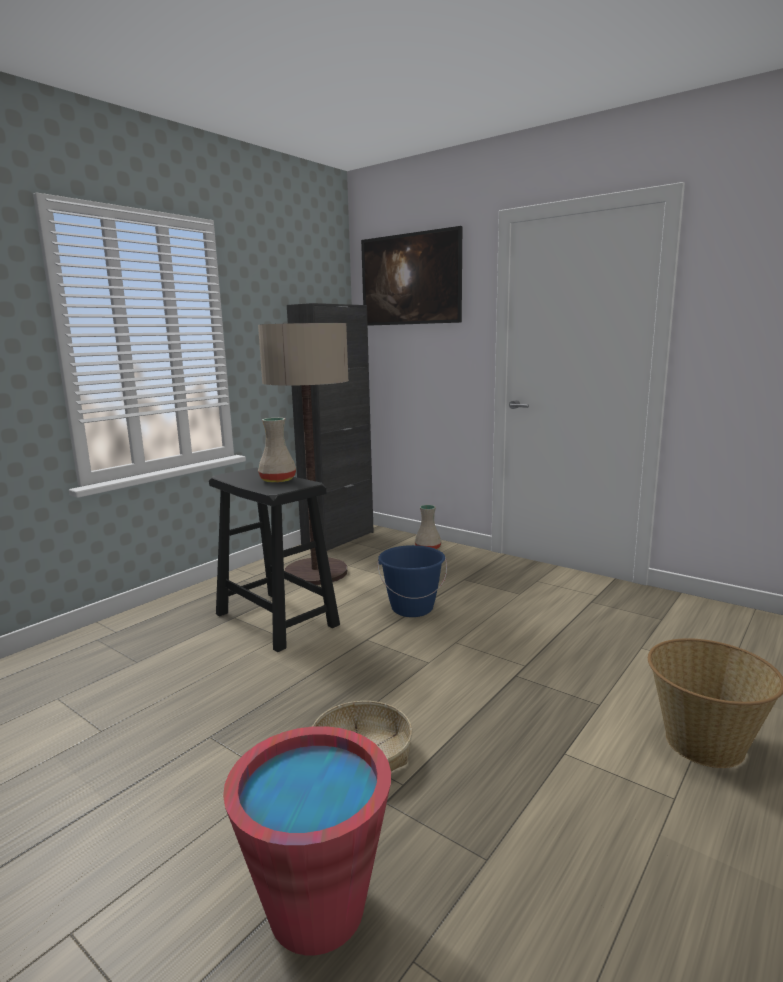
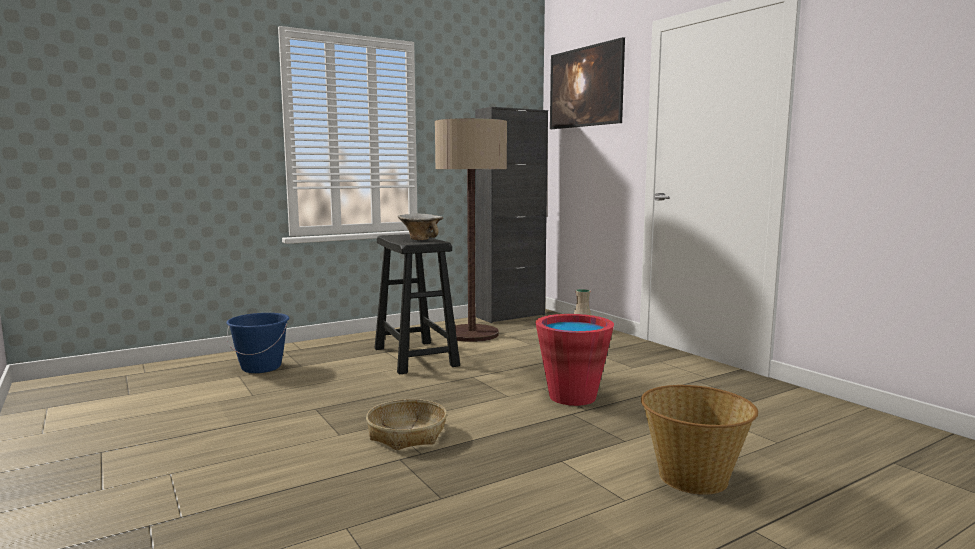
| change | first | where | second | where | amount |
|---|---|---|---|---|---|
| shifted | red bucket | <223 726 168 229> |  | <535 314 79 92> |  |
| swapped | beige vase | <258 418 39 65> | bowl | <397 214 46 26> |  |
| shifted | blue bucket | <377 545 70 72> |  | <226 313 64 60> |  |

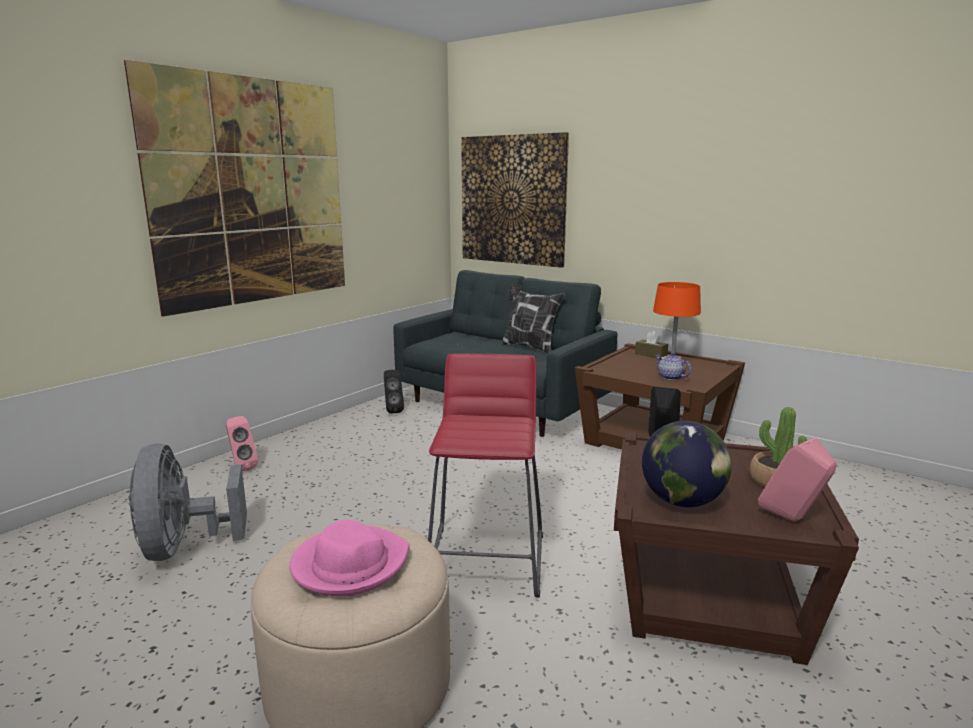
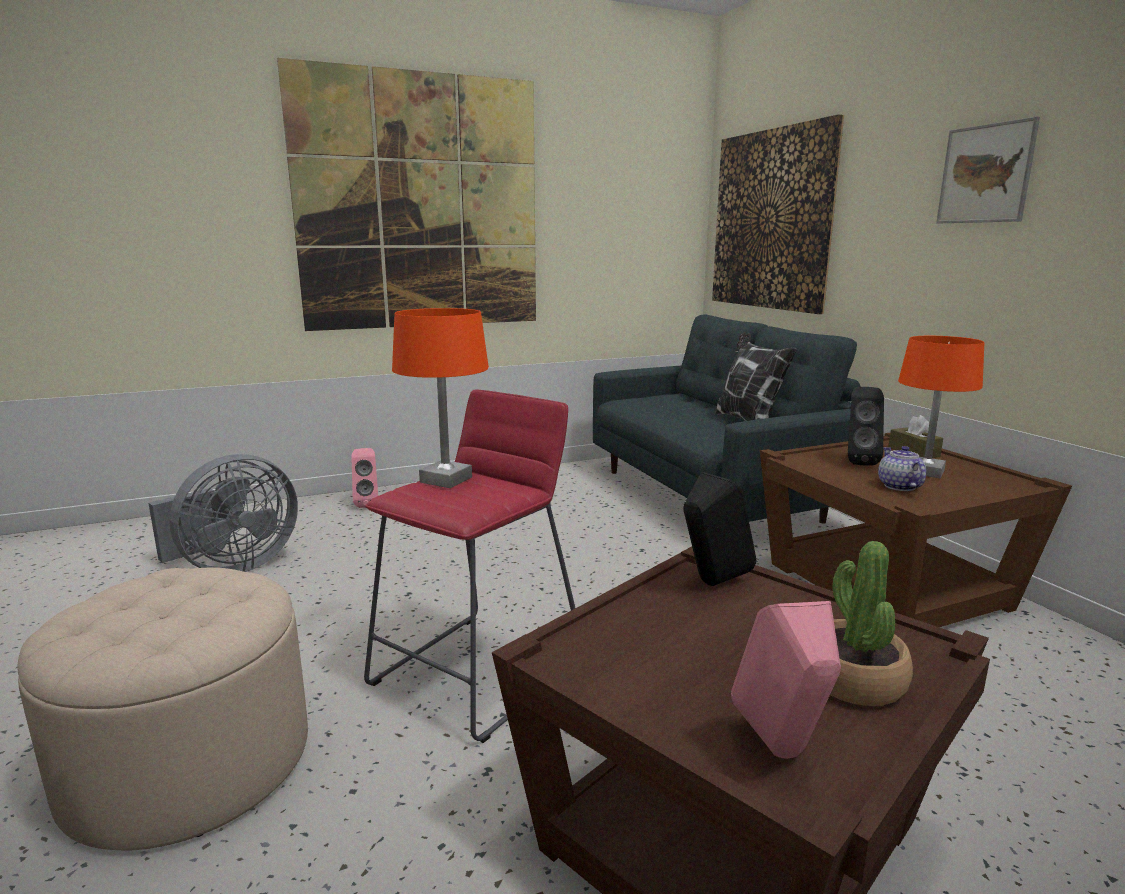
| change | first | where | second | where | amount |
|---|---|---|---|---|---|
| rotated | grey fan | <129 443 118 118> |  | <148 454 150 118> | 150 degrees counterclockwise |
| gone | pink hat | <289 520 121 76> |  |  |  |
| shifted | black speaker | <384 370 20 44> |  | <848 387 36 79> |  |
| gone | globe | <642 421 90 86> |  |  |  |
| new |  |  | orange table lamp | <392 308 97 180> |  |
| new |  |  | picture | <936 117 104 106> |  |

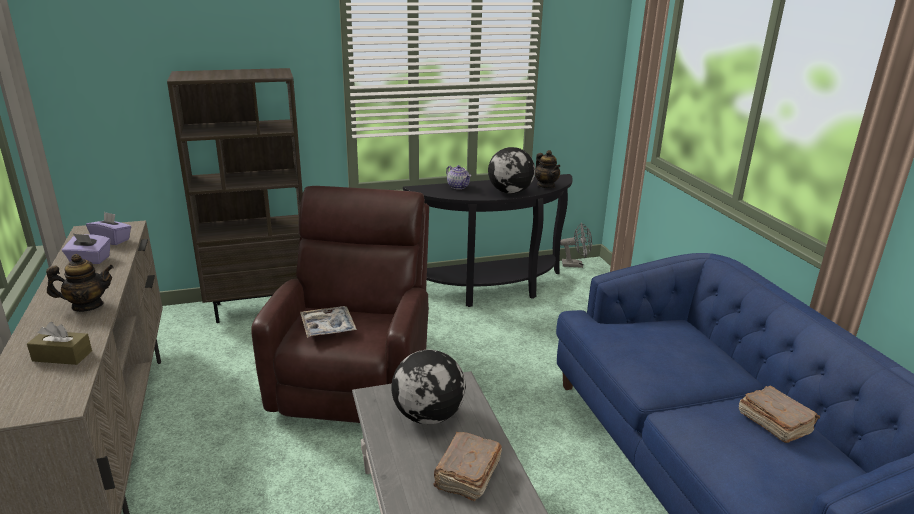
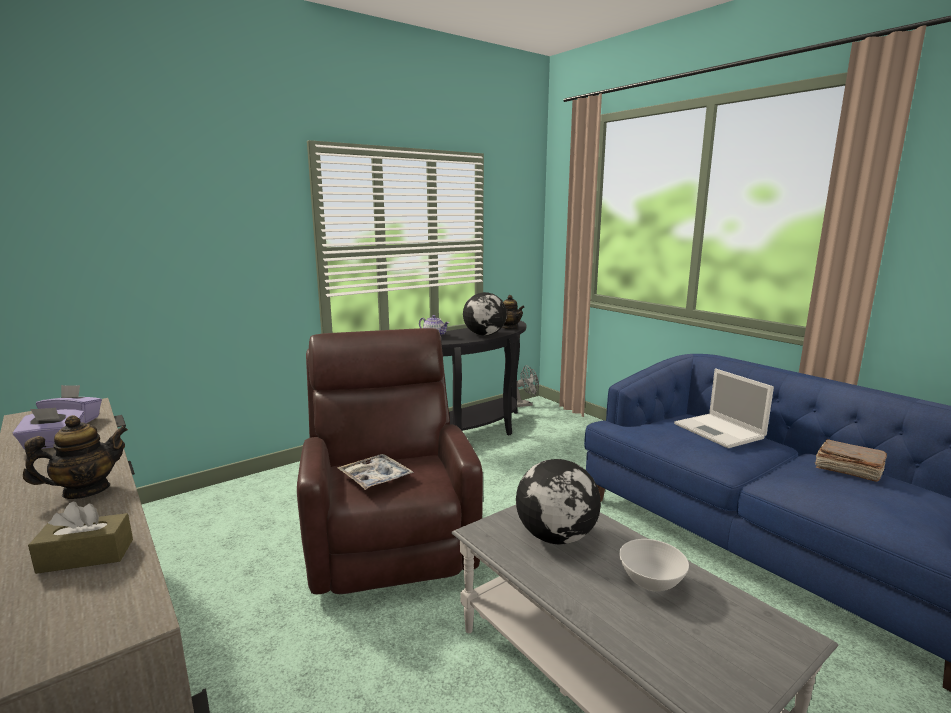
| change | first | where | second | where | amount |
|---|---|---|---|---|---|
| gone | brown bookcase | <167 68 136 255> |  |  |  |
| swapped | brown book | <434 432 68 69> | white bowl | <619 539 70 52> |  |
| new |  |  | laptop | <674 368 100 80> |  |

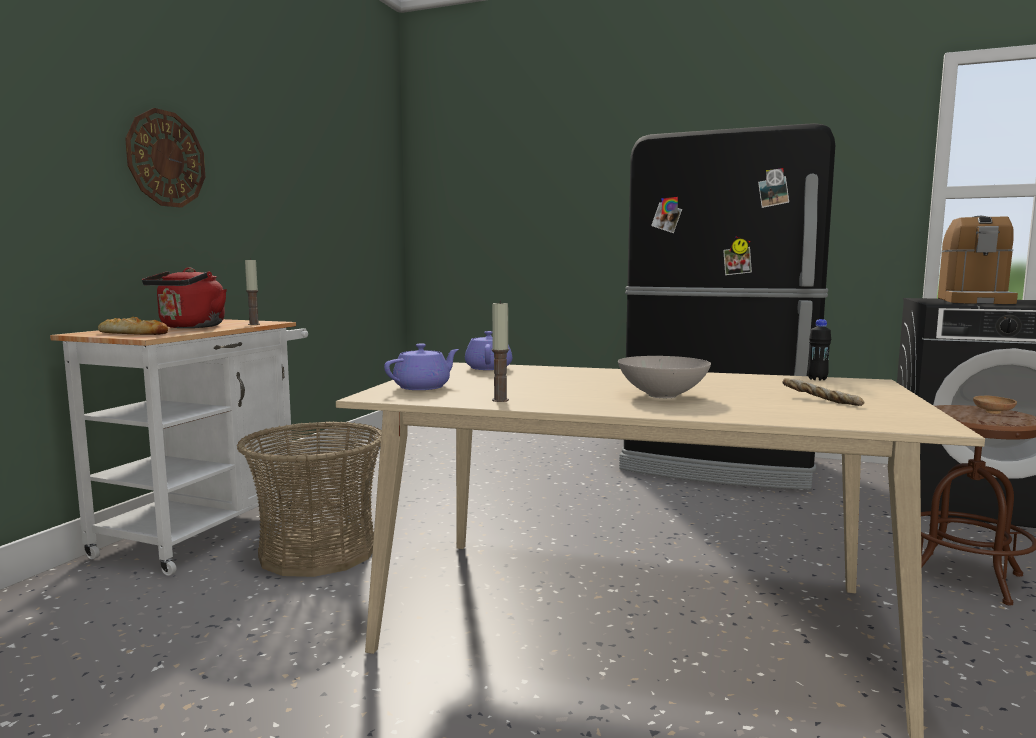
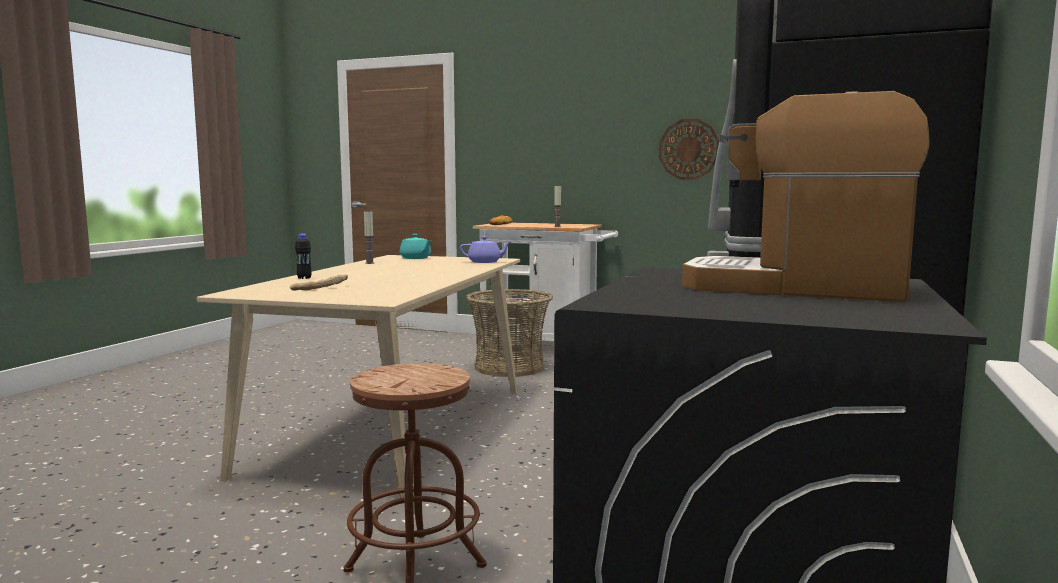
| change | first | where | second | where | amount |
|---|---|---|---|---|---|
| shifted | wall clock | <125 108 80 100> |  | <659 119 61 61> |  |
| gone | red kettle | <142 267 85 61> |  |  |  |
| repainted | purple teapot | <384 344 75 46> | turquoise teapot | <400 234 31 25> |  |
| gone | white bowl | <618 356 93 42> |  |  |  |
| shifted | black bottle | <808 319 23 62> |  | <295 233 17 46> |  |
| gone | brown bowl | <973 396 44 18> |  |  |  |

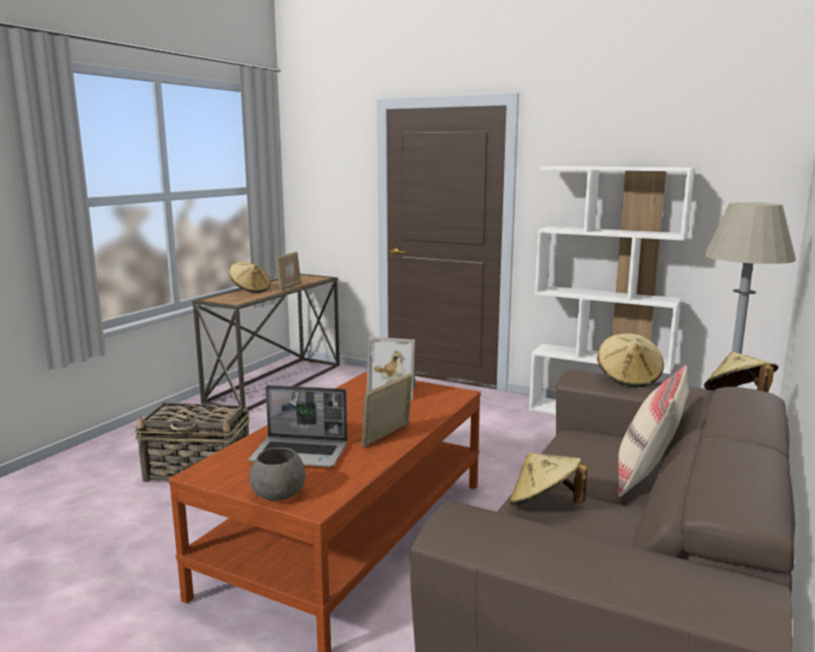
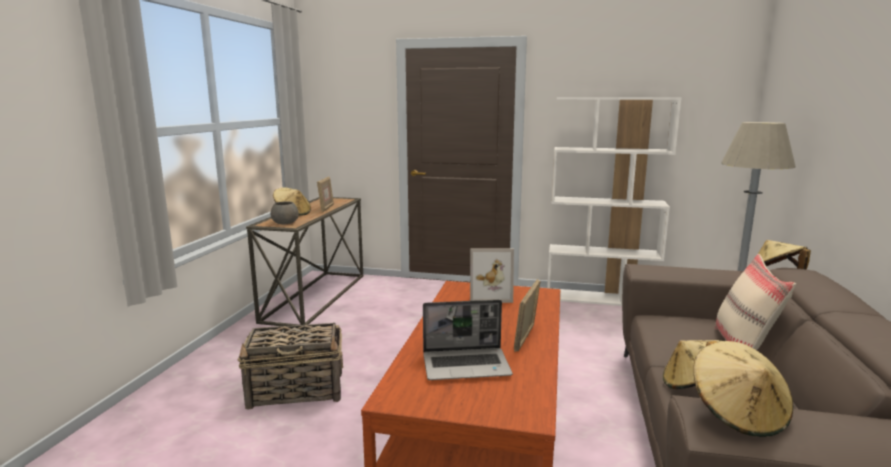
| change | first | where | second | where | amount |
|---|---|---|---|---|---|
| shifted | grey bowl | <250 447 56 54> |  | <271 201 28 23> |  |
| shifted | beige hat | <597 333 67 54> |  | <694 341 100 96> |  |

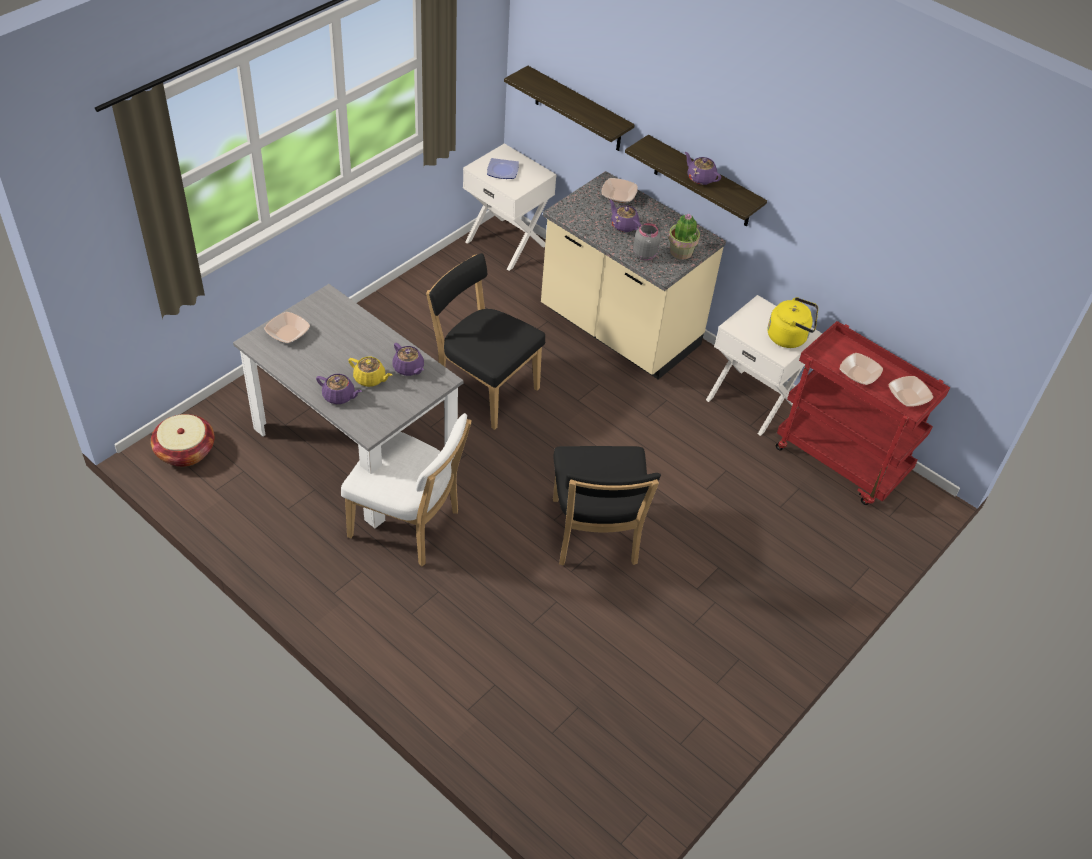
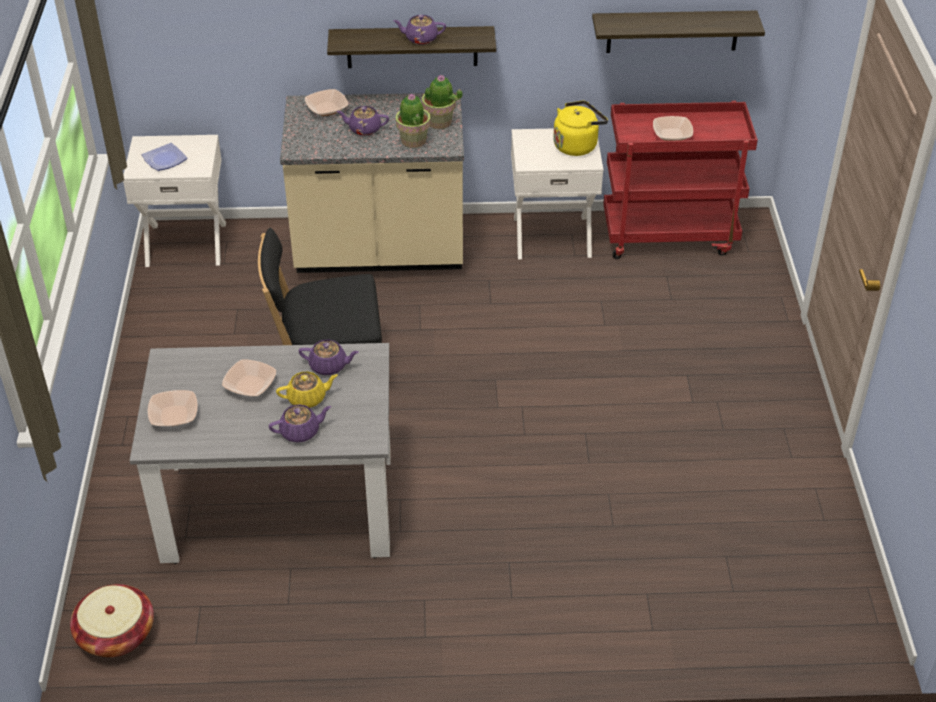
| change | first | where | second | where | amount |
|---|---|---|---|---|---|
| gone | white chair | <341 413 131 153> |  |  |  |
| shifted | shelf | <504 66 131 85> |  | <592 10 173 43> |  |
| gone | black chair | <553 446 108 119> |  |  |  |
| swapped | grey jar | <633 223 27 37> | potted plant | <396 94 34 54> |  |
| shifted | bowl | <888 376 45 31> |  | <222 360 54 36> |  |

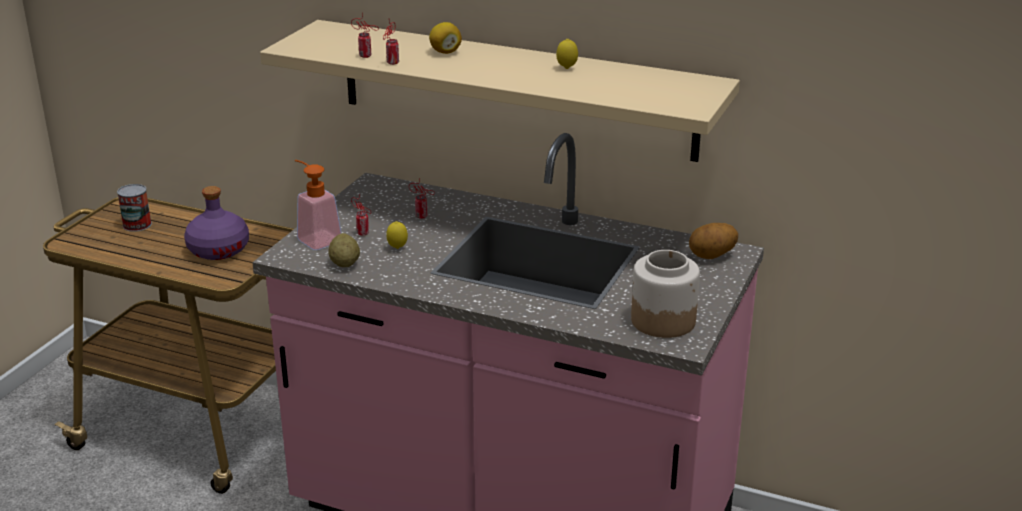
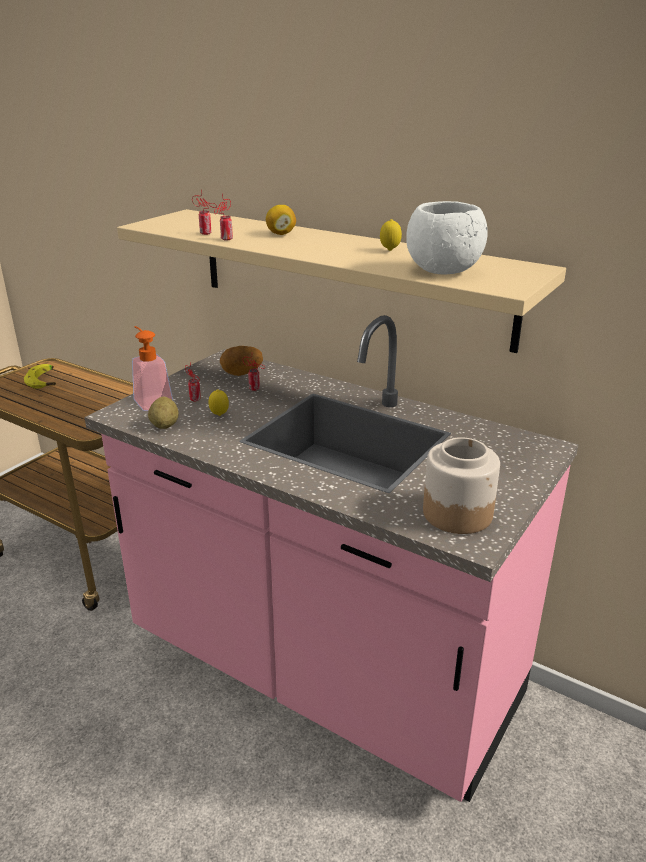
| change | first | where | second | where | amount |
|---|---|---|---|---|---|
| swapped | can | <117 184 35 48> | banana | <24 364 32 25> |  |
| gone | purple bottle | <184 186 65 74> |  |  |  |
| shifted | potato | <689 223 49 36> |  | <220 346 43 30> |  |
| new |  |  | white bowl | <406 201 82 74> |  |

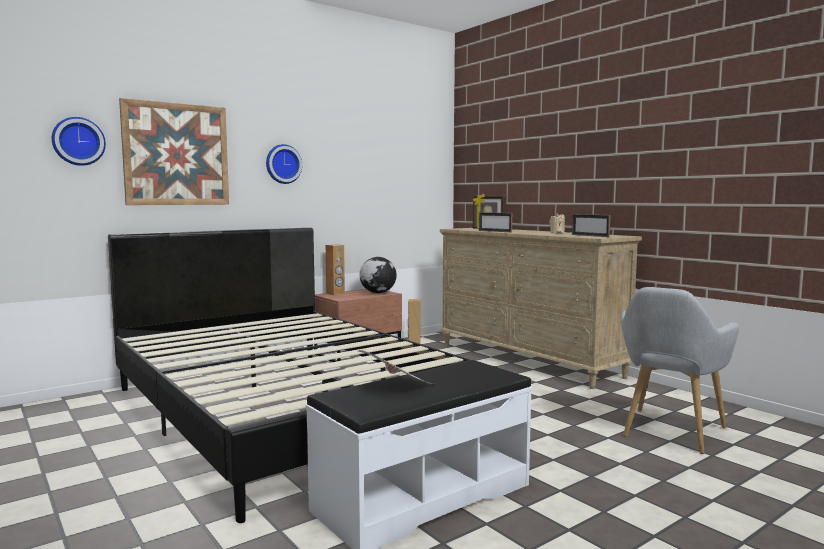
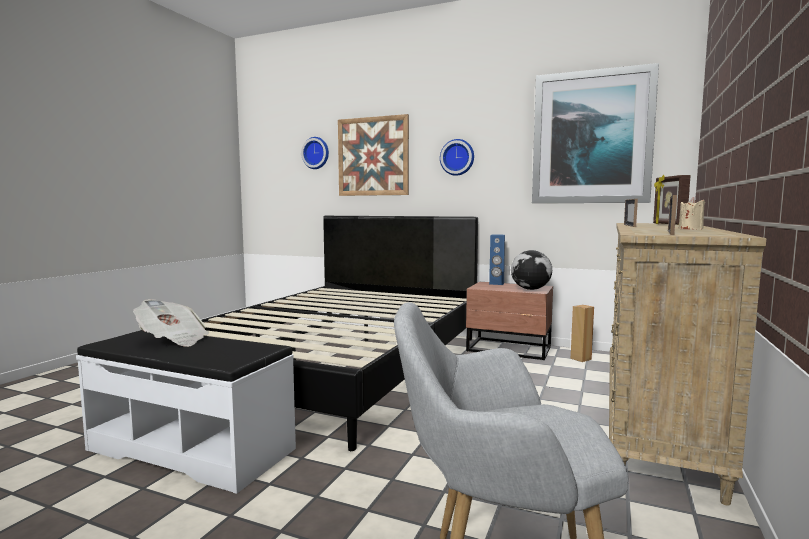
| change | first | where | second | where | amount |
|---|---|---|---|---|---|
| repainted | brown speaker | <326 244 19 51> | blue speaker | <489 234 16 51> |  |
| new |  |  | picture | <532 63 127 140> |  |

